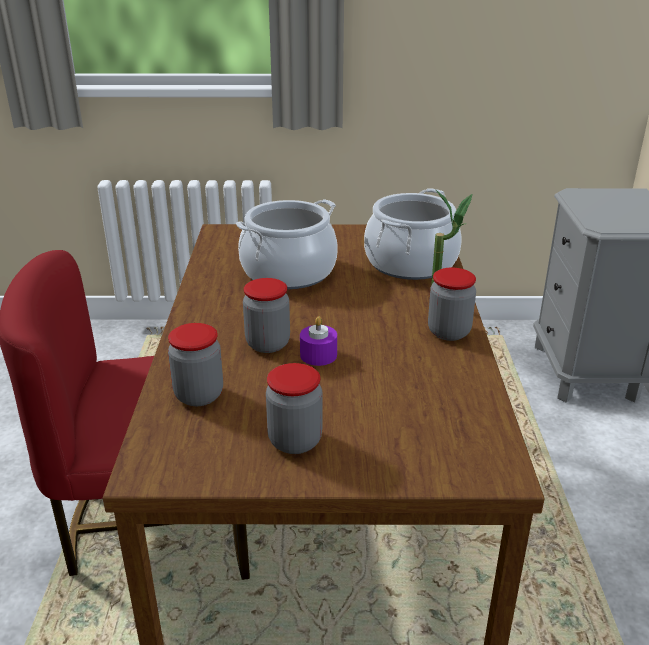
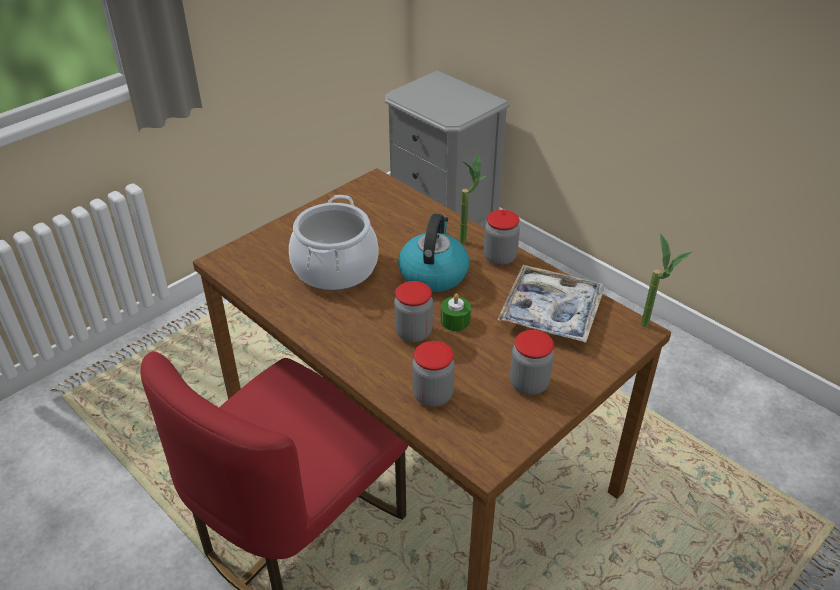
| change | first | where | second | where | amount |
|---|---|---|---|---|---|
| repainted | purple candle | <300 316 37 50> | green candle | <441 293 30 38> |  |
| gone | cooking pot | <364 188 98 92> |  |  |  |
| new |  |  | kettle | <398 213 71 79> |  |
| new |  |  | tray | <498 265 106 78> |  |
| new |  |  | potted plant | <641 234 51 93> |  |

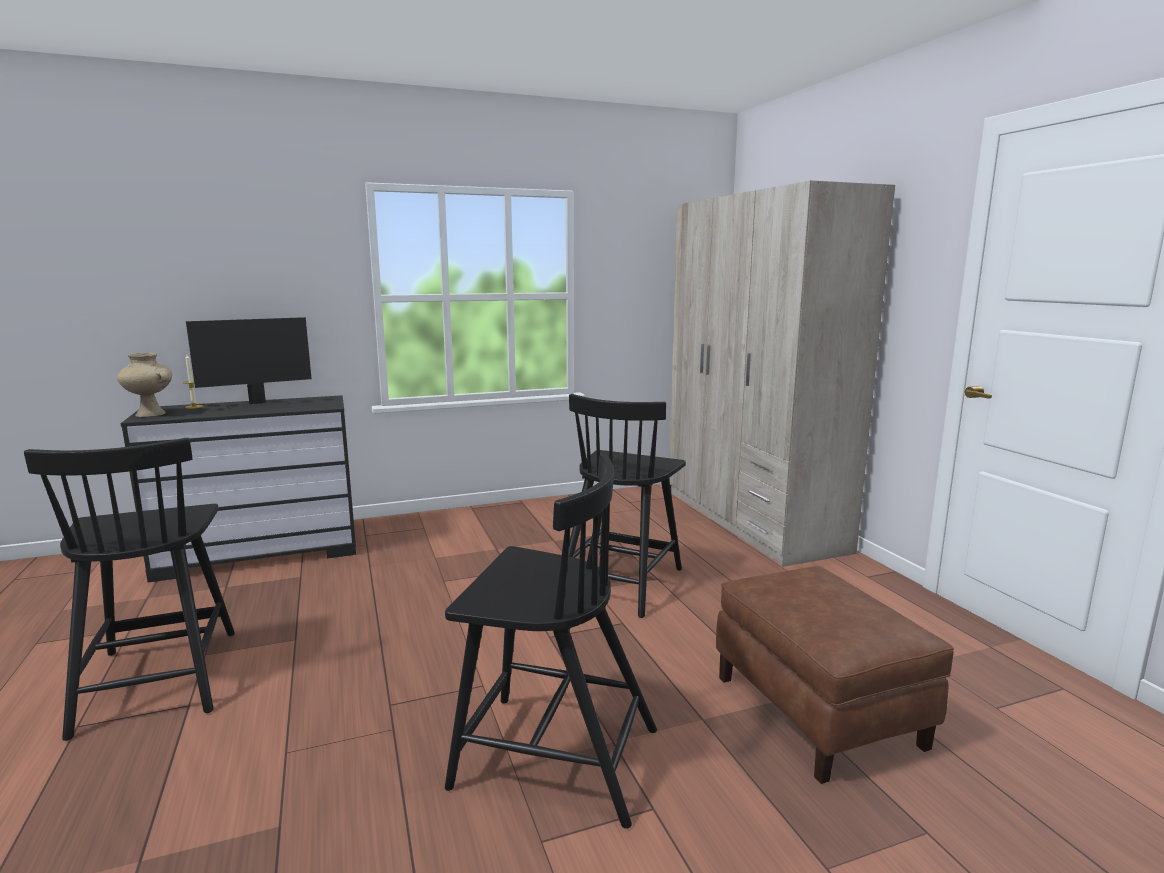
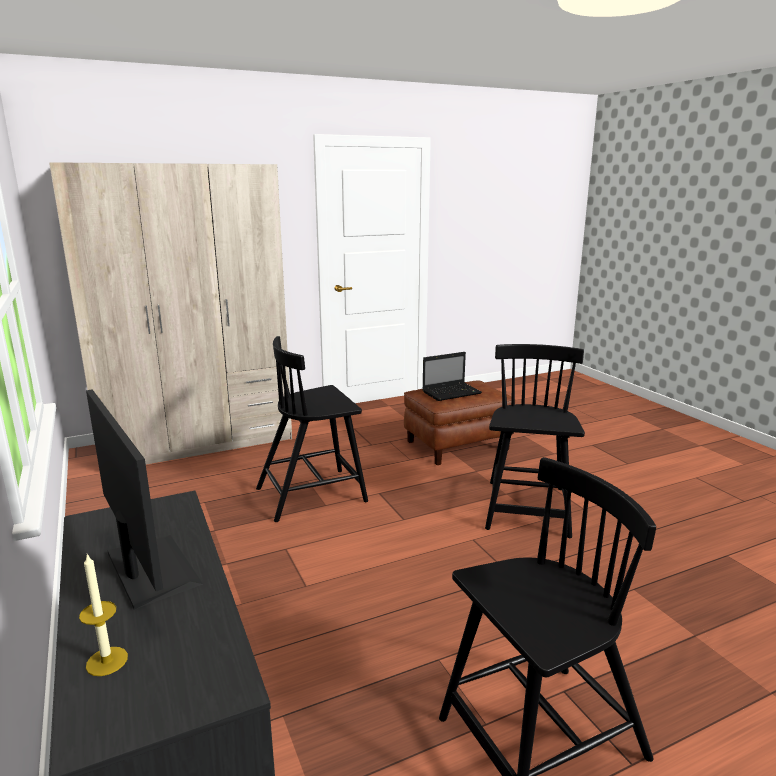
| change | first | where | second | where | amount |
|---|---|---|---|---|---|
| gone | beige vase | <117 353 55 64> |  |  |  |
| rotated | black chair | <568 394 118 224> |  | <256 336 112 186> | 135 degrees clockwise |
| new |  |  | laptop | <422 352 60 49> |  |

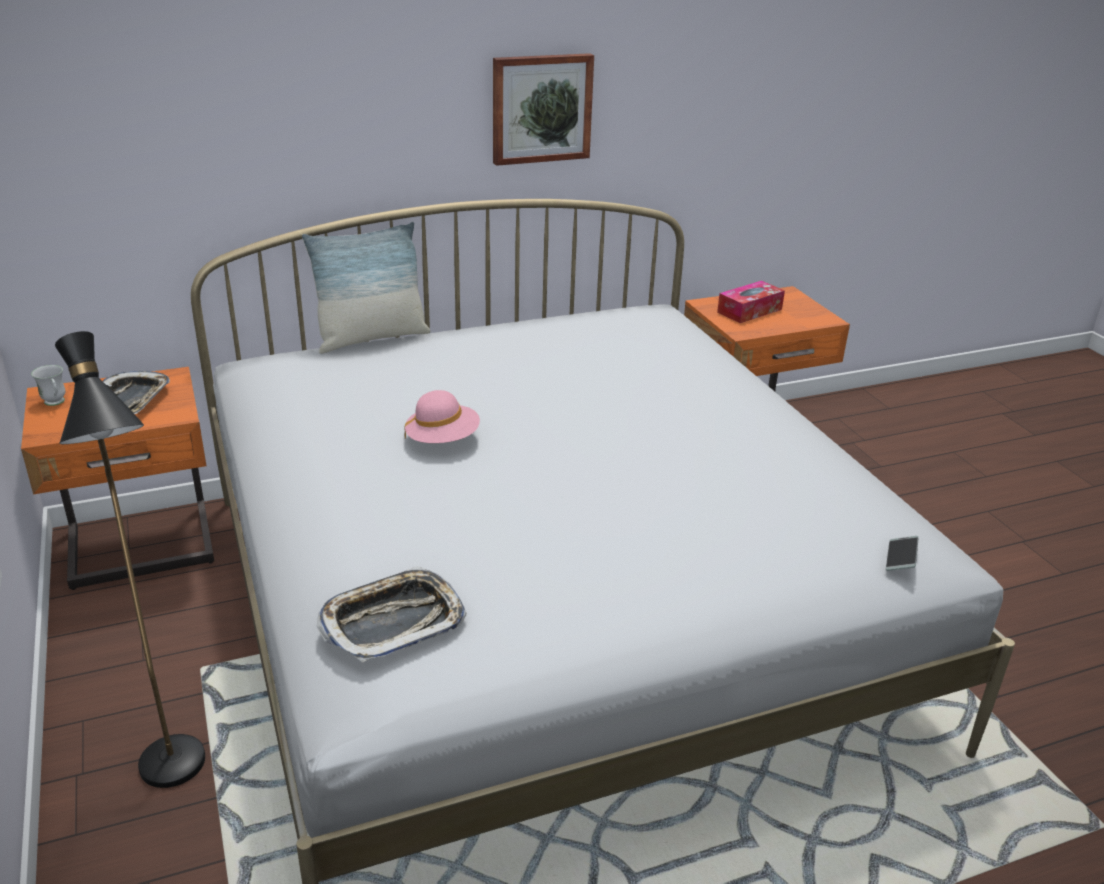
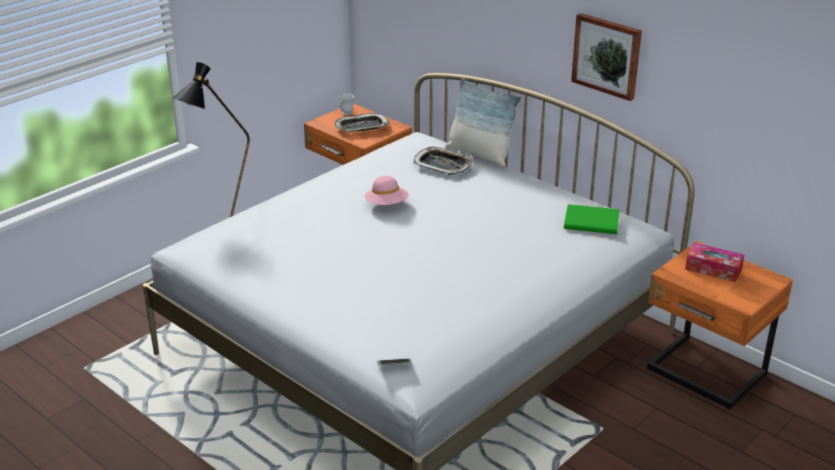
| change | first | where | second | where | amount |
|---|---|---|---|---|---|
| shifted | tray | <317 566 149 96> |  | <413 147 60 28> |  |
| new |  |  | green book | <564 204 56 30> |  |

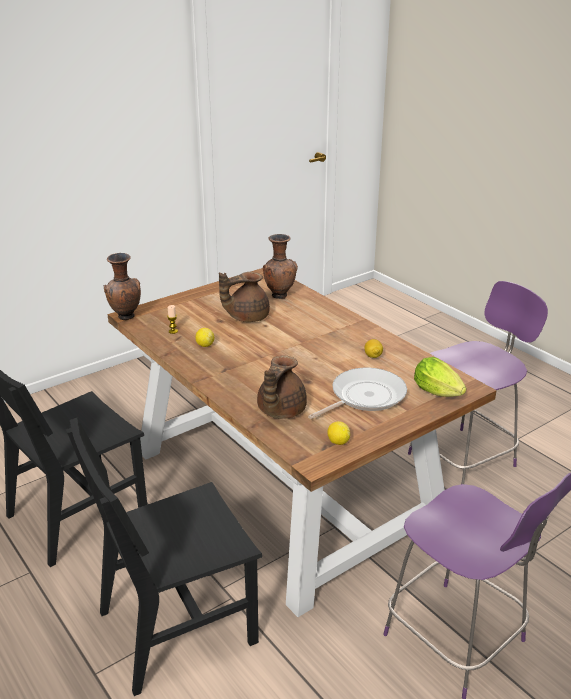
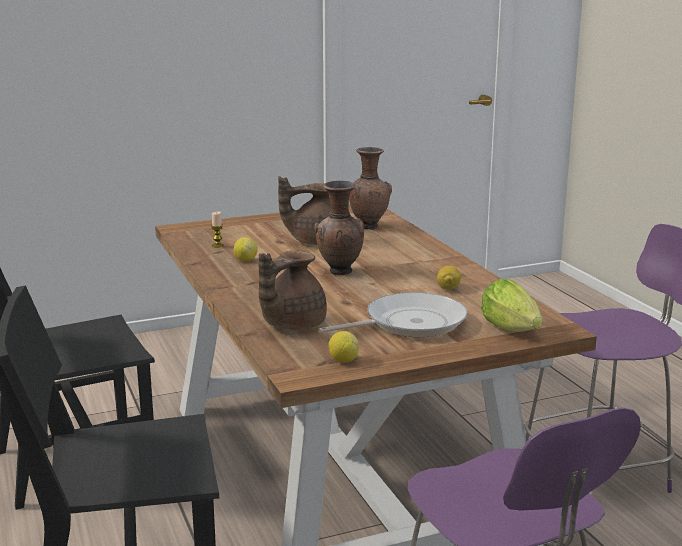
| change | first | where | second | where | amount |
|---|---|---|---|---|---|
| shifted | brown vase | <104 253 37 67> |  | <315 180 50 95> |  |

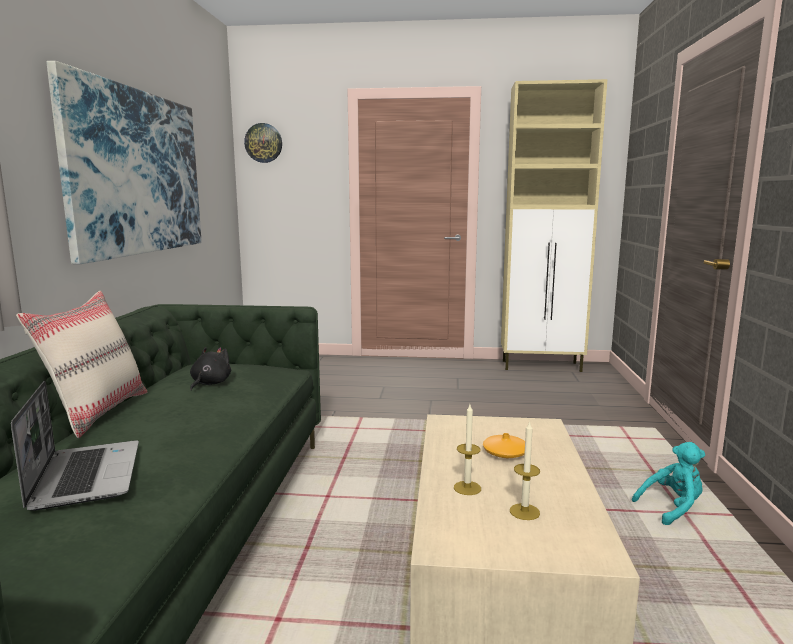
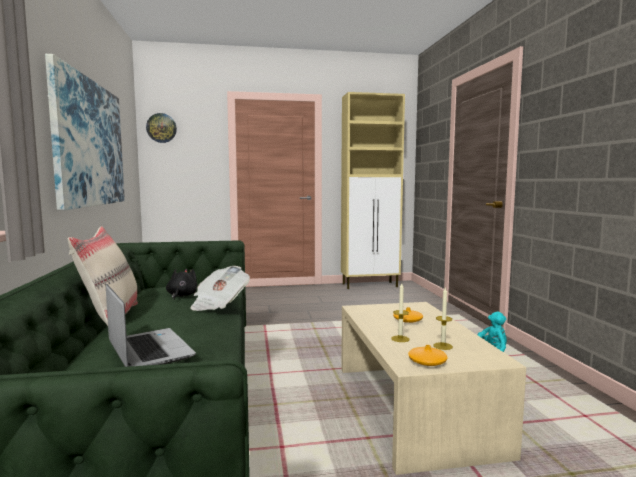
| change | first | where | second | where | amount |
|---|---|---|---|---|---|
| new |  |  | newspaper | <190 266 60 45> |  |
| new |  |  | orange vase | <408 345 40 21> |  |

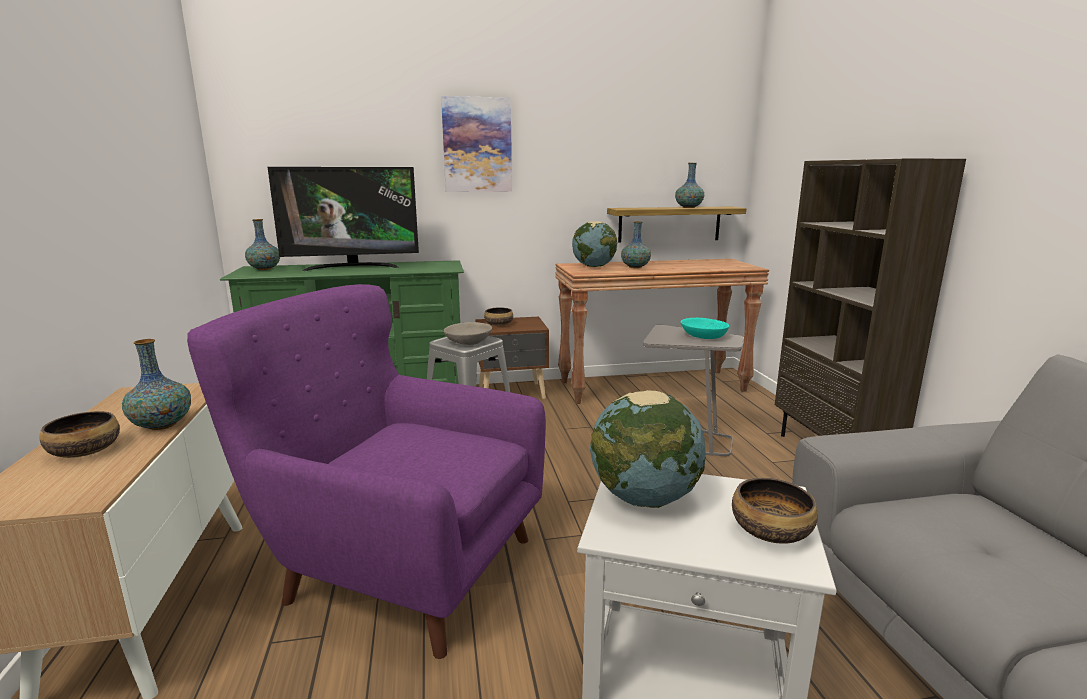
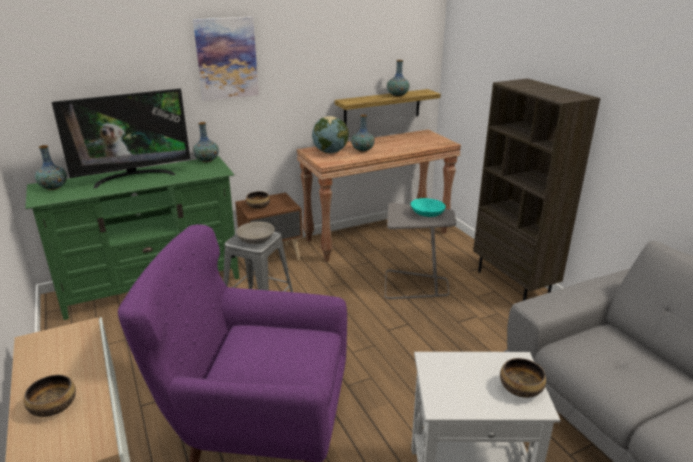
| change | first | where | second | where | amount |
|---|---|---|---|---|---|
| shifted | vase | <122 339 69 91> |  | <193 122 26 40> |  |
| gone | globe | <590 390 116 118> |  |  |  |

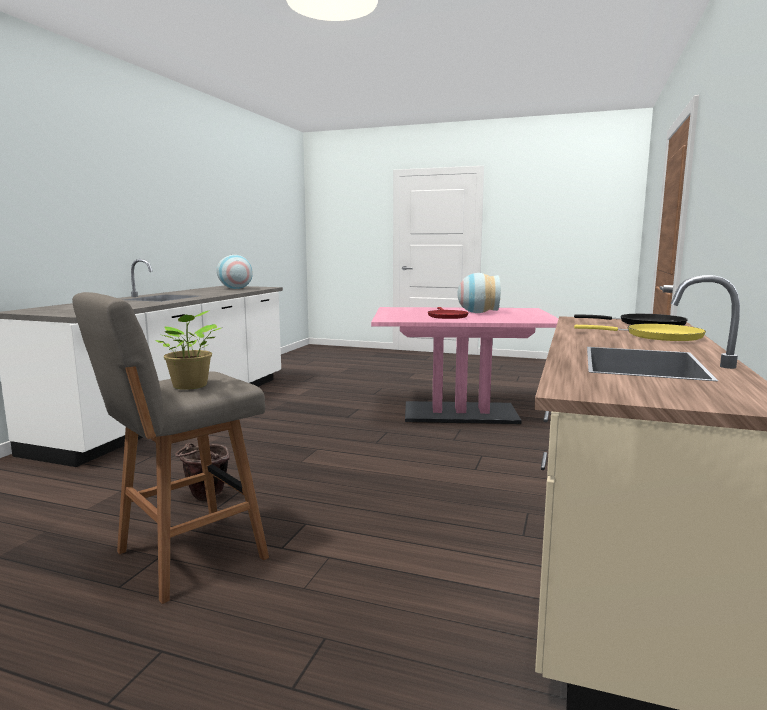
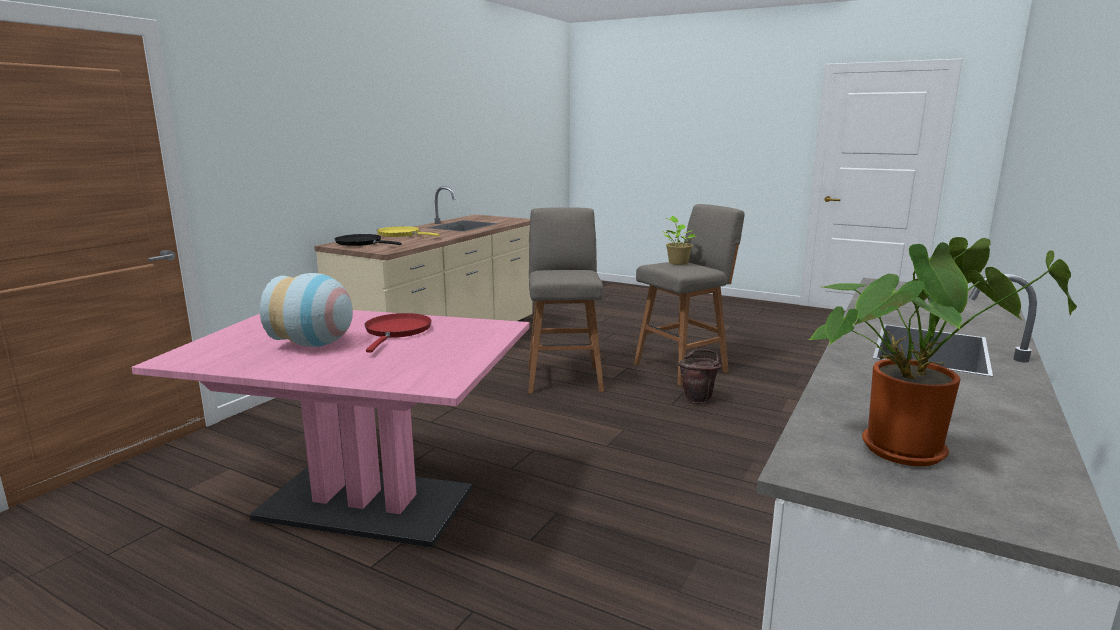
| change | first | where | second | where | amount |
|---|---|---|---|---|---|
| swapped | vase | <216 255 37 34> | potted plant | <808 237 269 229> |  |
| new |  |  | grey stool | <528 207 76 186> |  |

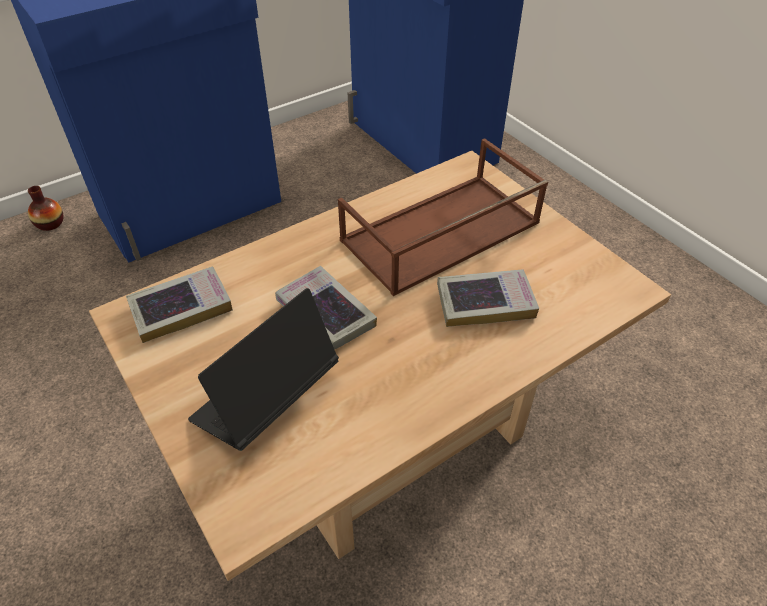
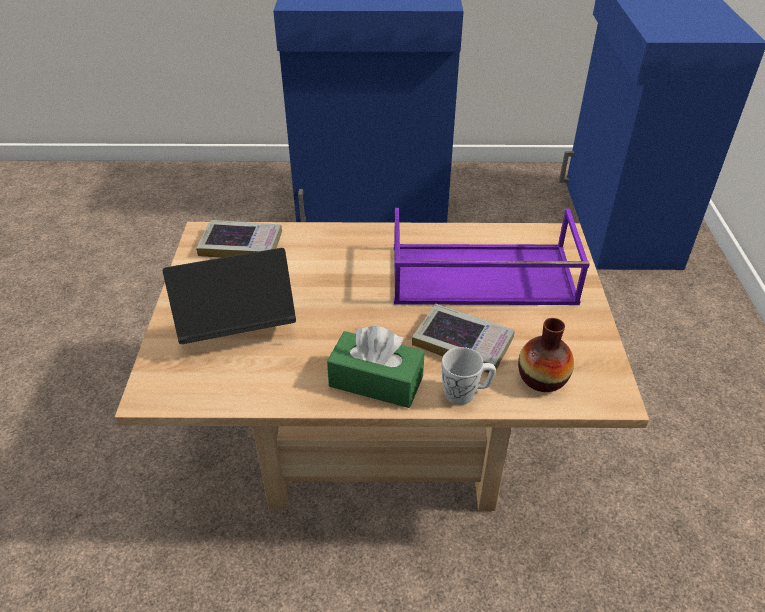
| change | first | where | second | where | amount |
|---|---|---|---|---|---|
| shifted | vase | <28 186 35 45> |  | <518 318 56 74> |  |
| gone | book | <275 266 102 84> |  |  |  |
| repainted | brown tray | <338 138 210 158> | purple tray | <394 208 196 97> |  |
| new |  |  | green tissue box | <327 326 98 82> |  |
| new |  |  | white mug | <442 347 54 58> |  |

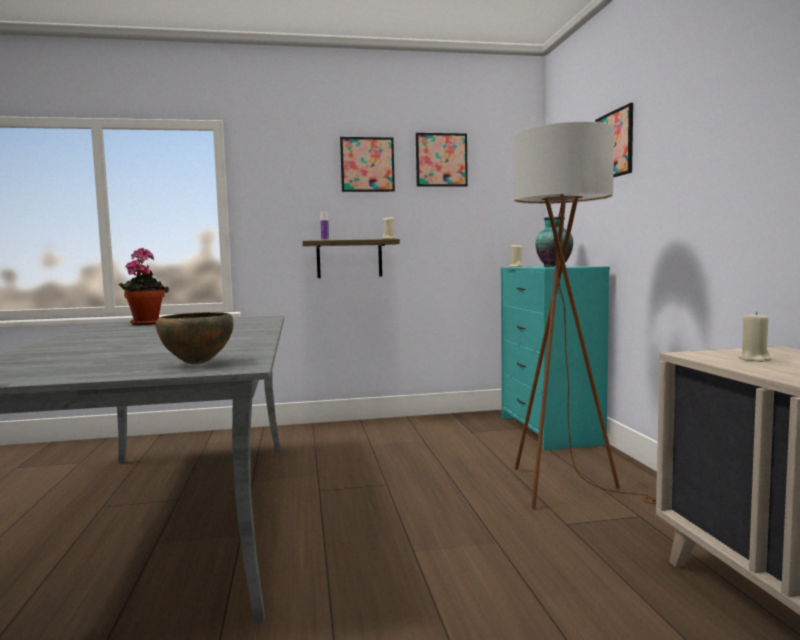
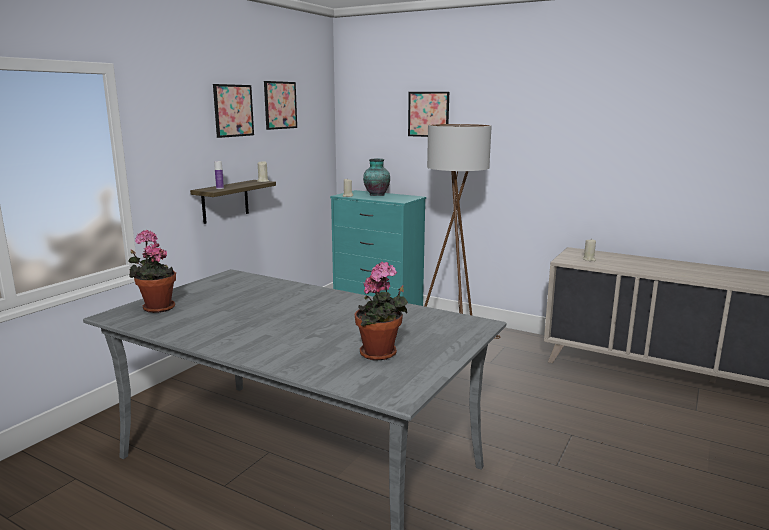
| change | first | where | second | where | amount |
|---|---|---|---|---|---|
| gone | brown bowl | <156 312 78 52> |  |  |  |
| new |  |  | potted plant | <355 262 53 99> |  |

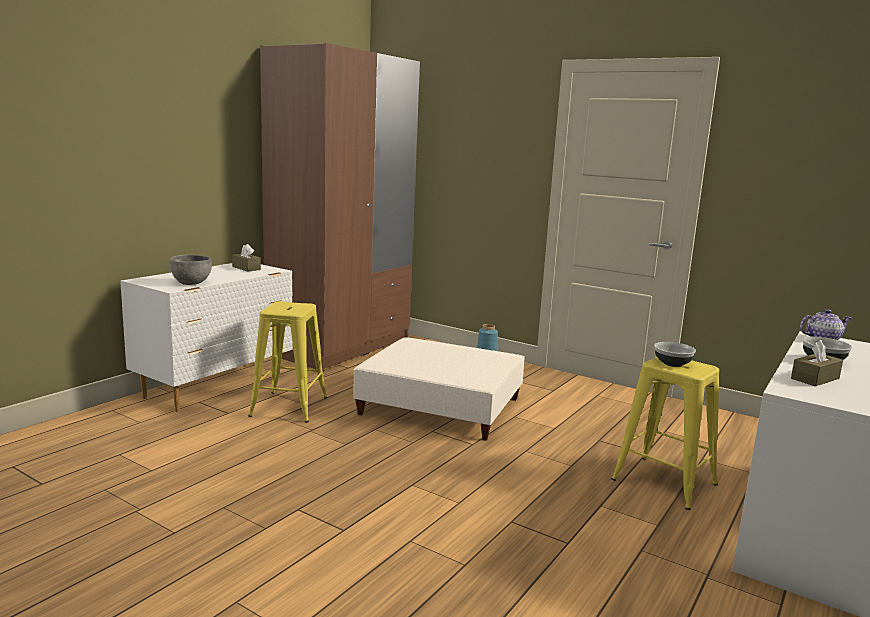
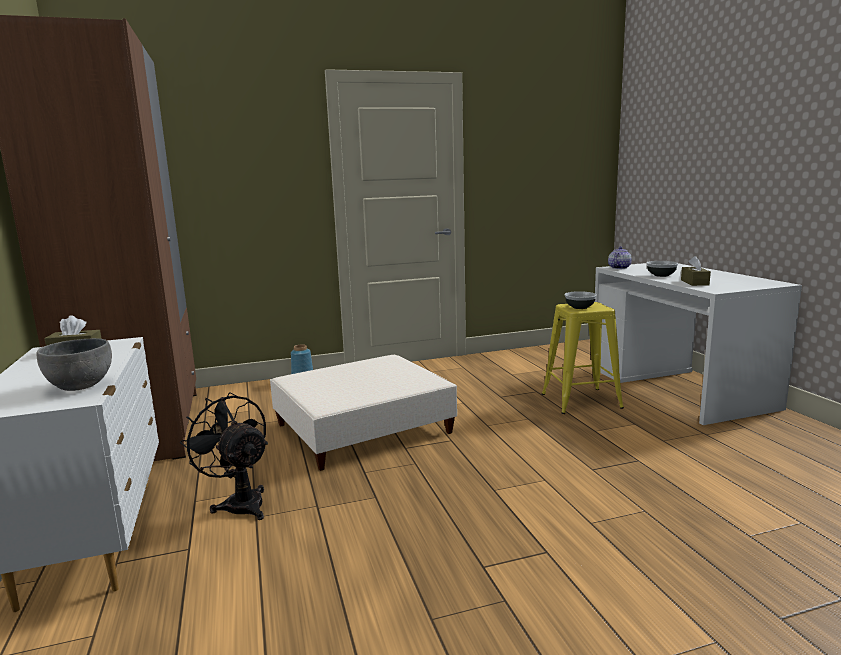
| change | first | where | second | where | amount |
|---|---|---|---|---|---|
| swapped | yellow stool | <248 301 79 122> | black fan | <180 392 88 128> |  |

